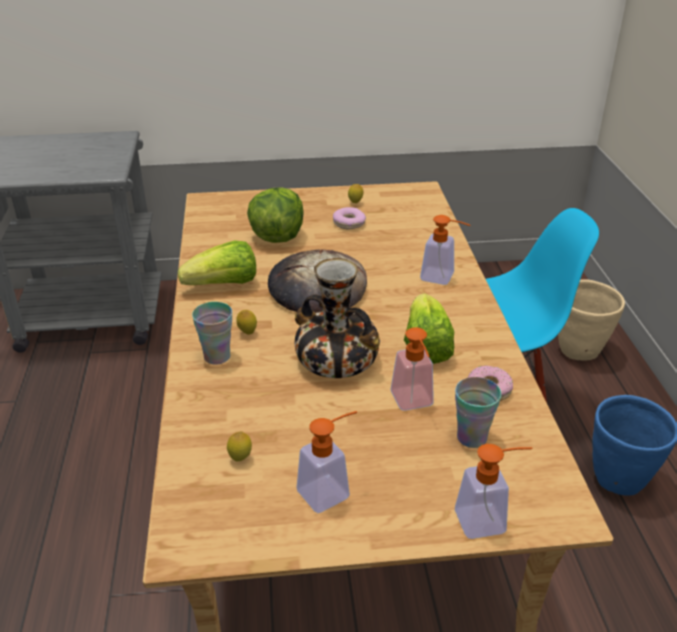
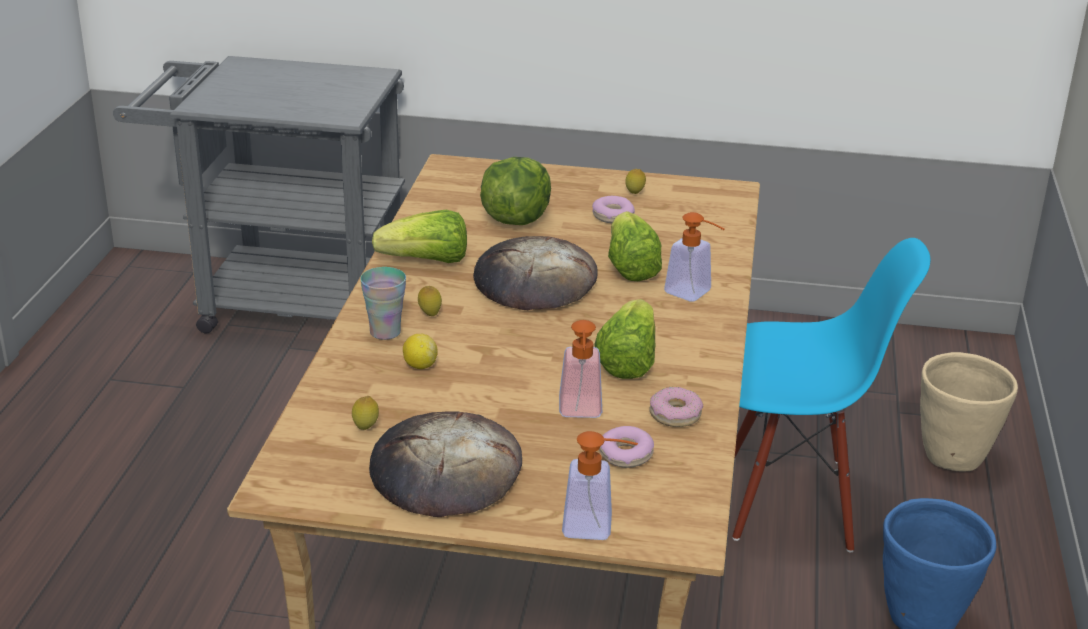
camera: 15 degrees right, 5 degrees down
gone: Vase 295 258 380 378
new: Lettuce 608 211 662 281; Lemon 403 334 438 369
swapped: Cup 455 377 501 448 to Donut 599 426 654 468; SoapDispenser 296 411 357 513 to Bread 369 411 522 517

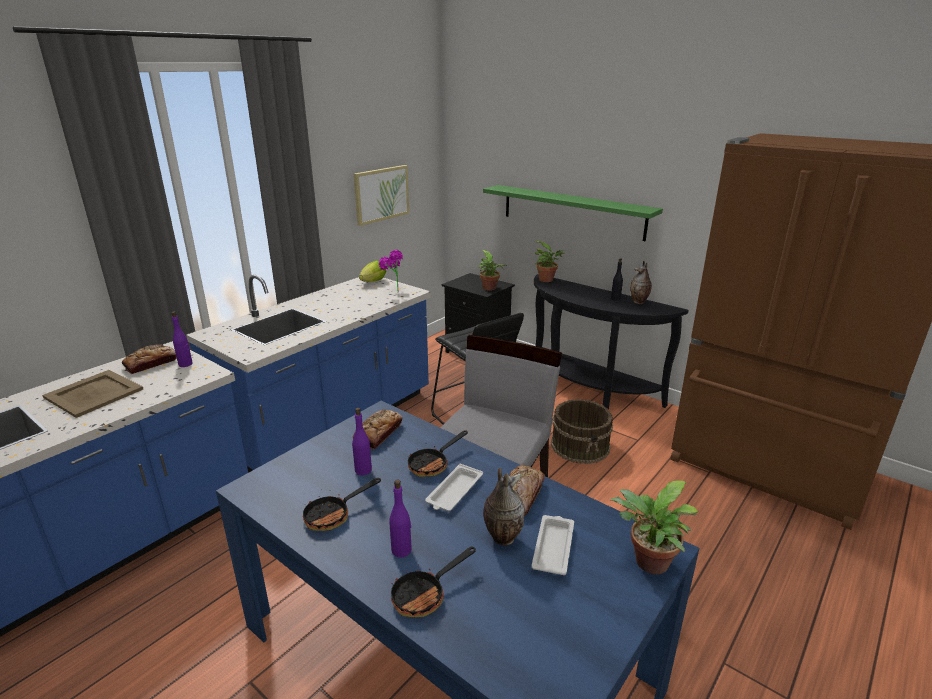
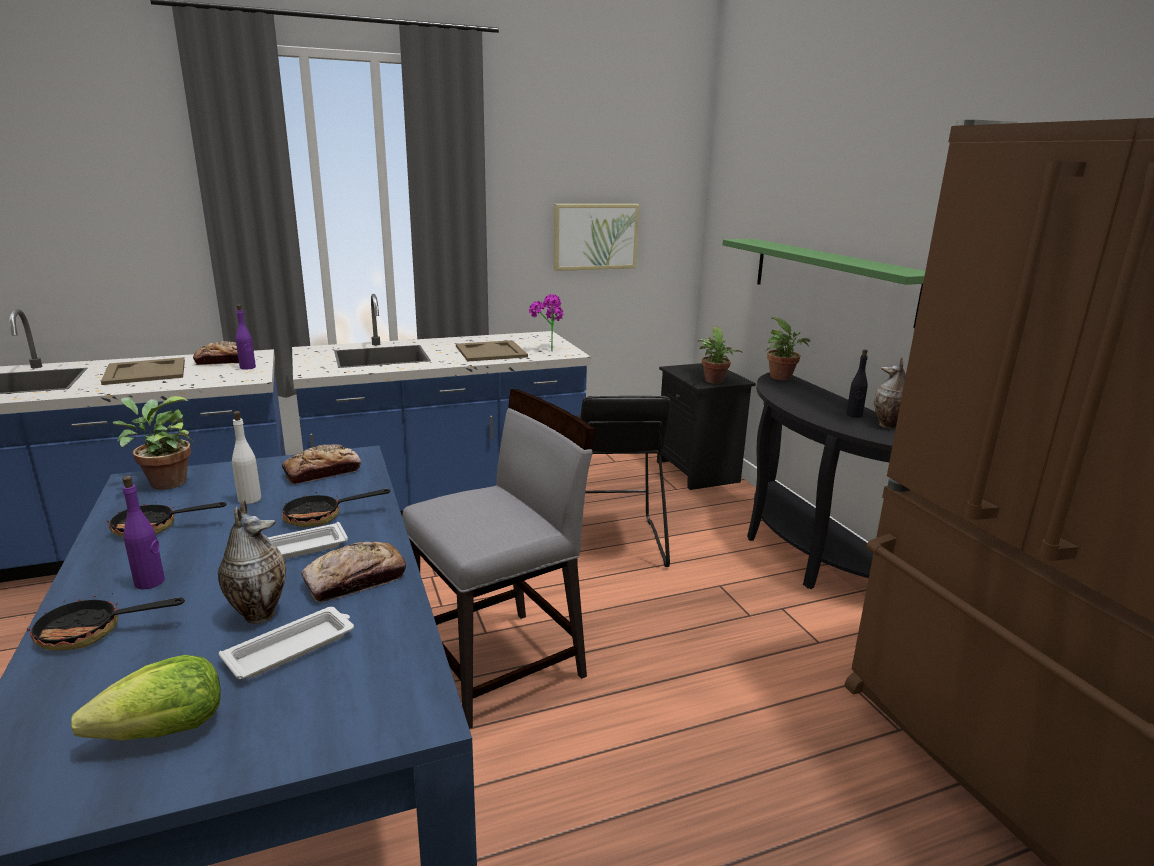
camera: 30 degrees right, 5 degrees down
gone: BrownBucket 551 399 613 464
new: BeigeTray 456 340 528 361
shifted: Lettuce 359 260 386 282 to 71 655 221 740; PottedPlant 610 481 698 575 to 113 396 194 490
repainted: PurpleBottle 352 408 372 475 to WhiteBottle 232 411 261 504

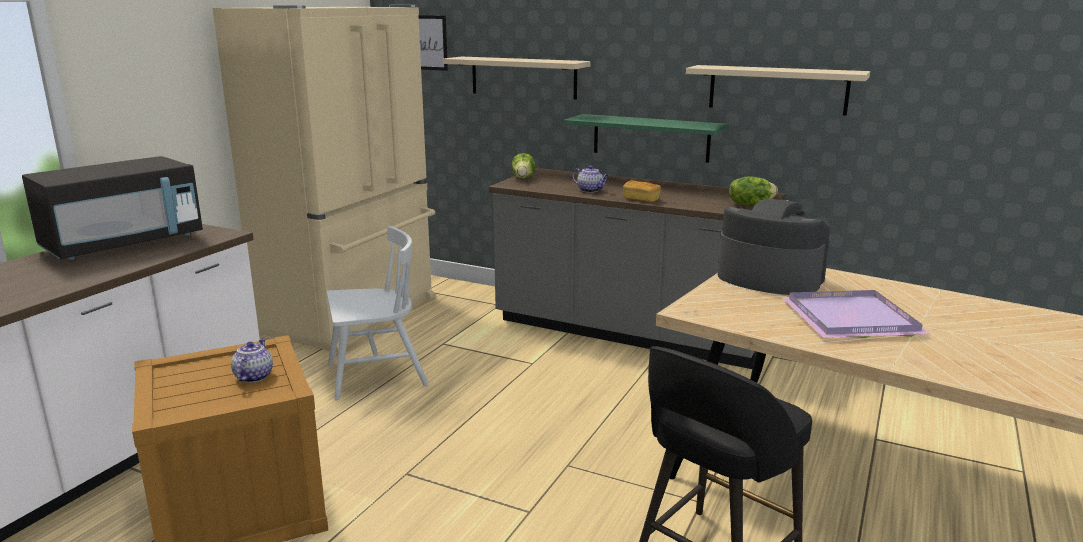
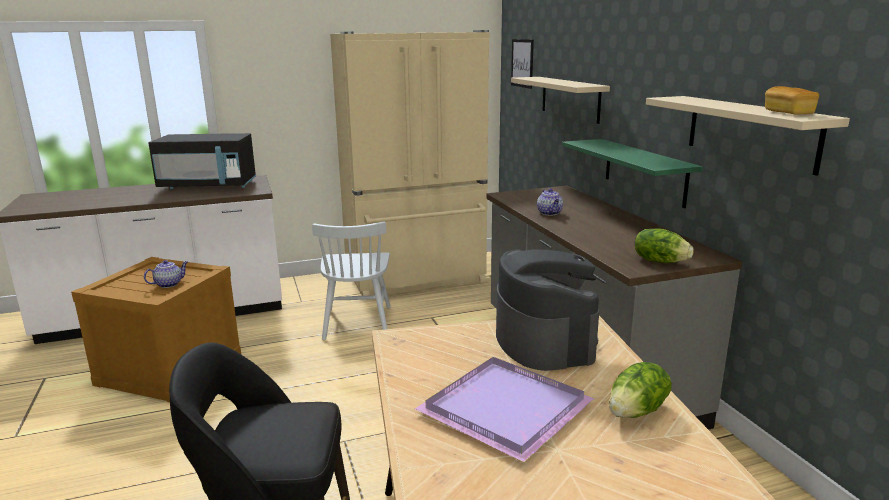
camera: 45 degrees right, 0 degrees up
shifted: Lettuce 512 153 535 179 to 609 362 672 418; Bread 623 180 661 202 to 765 86 819 114
rotated: WhiteChair 327 226 429 400 = 312 221 391 340 60 degrees clockwise

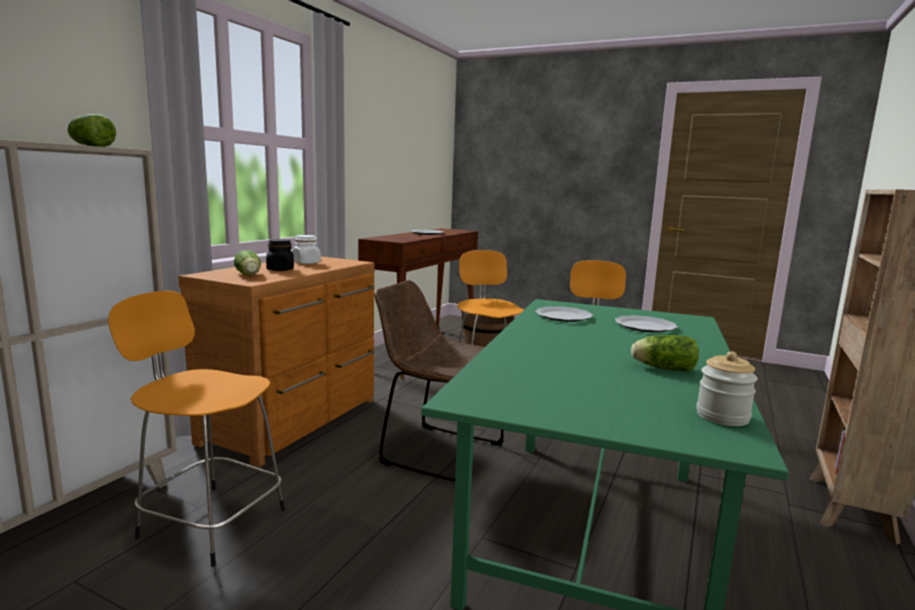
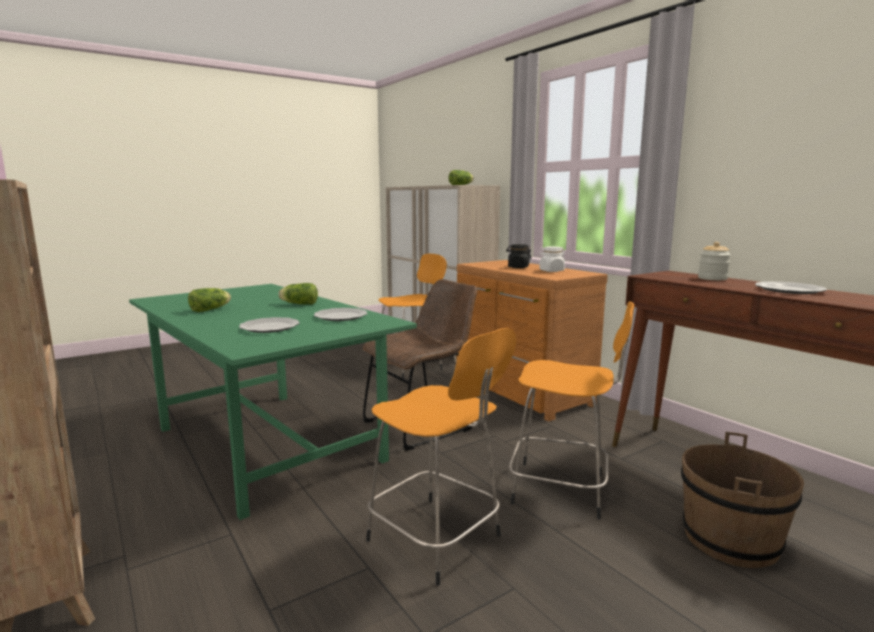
camera: 120 degrees right, 0 degrees up
shifted: Lettuce 234 250 261 275 to 278 283 318 305; Jar 696 351 758 426 to 698 242 731 280

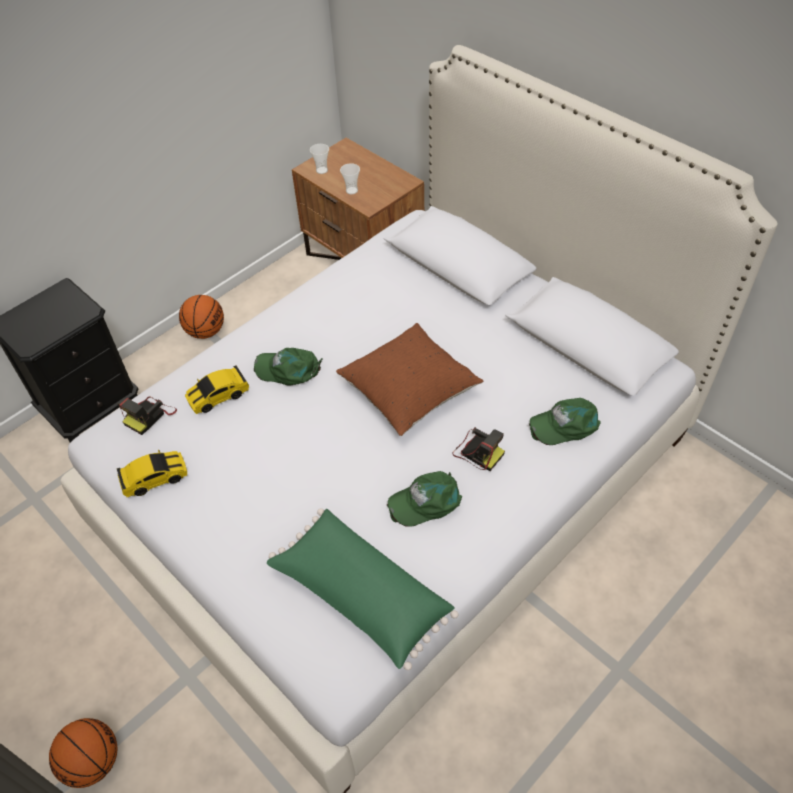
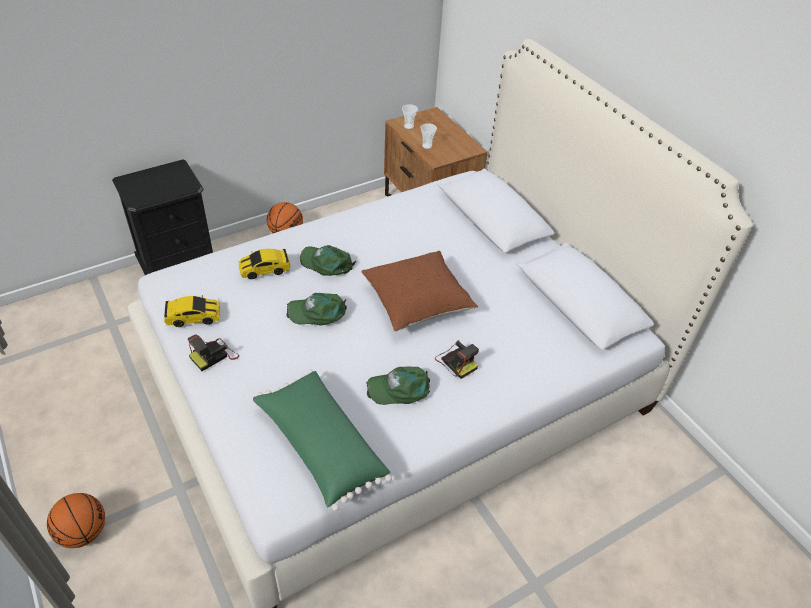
camera: 10 degrees right, 5 degrees down
shifted: PhotoCamera 117 397 177 435 to 188 335 239 371; GreenCap 529 398 601 445 to 286 293 347 325

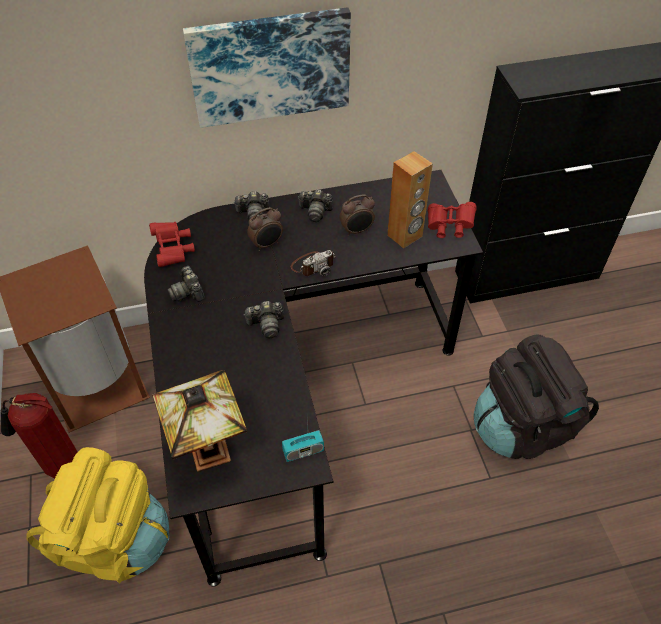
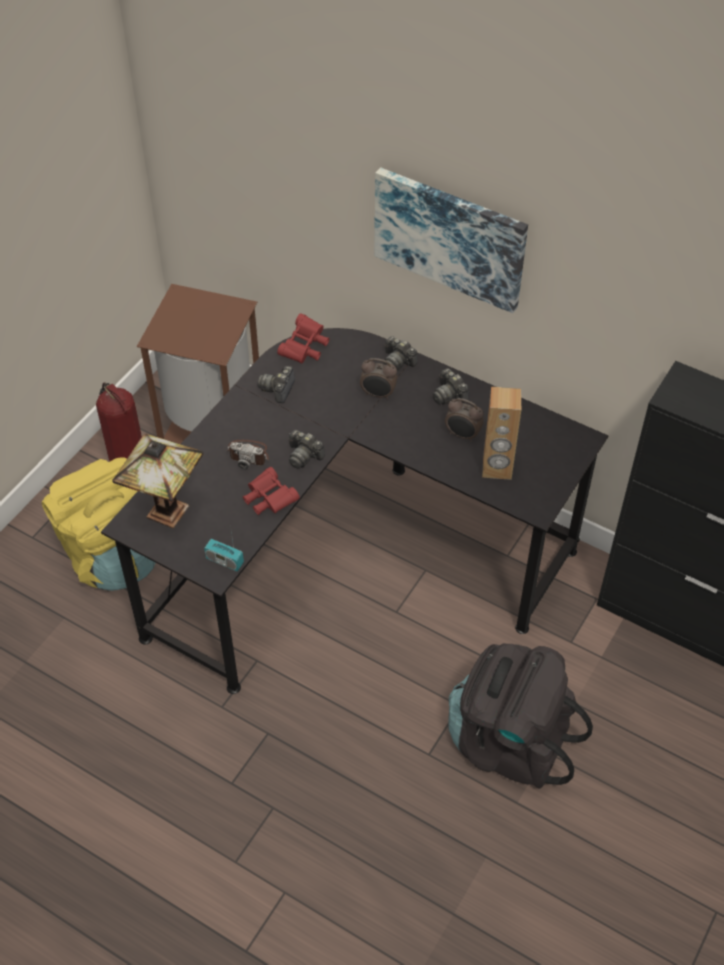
camera: 45 degrees right, 0 degrees up
shifted: RedBinoculars 428 202 476 238 to 243 467 300 515; PhotoCamera 291 250 336 276 to 226 440 269 469

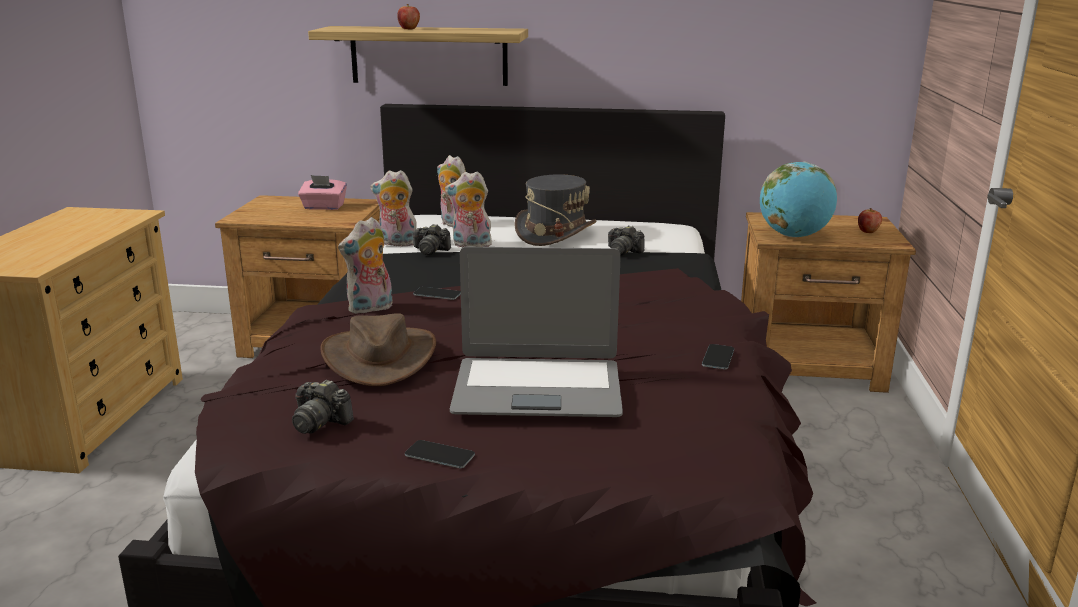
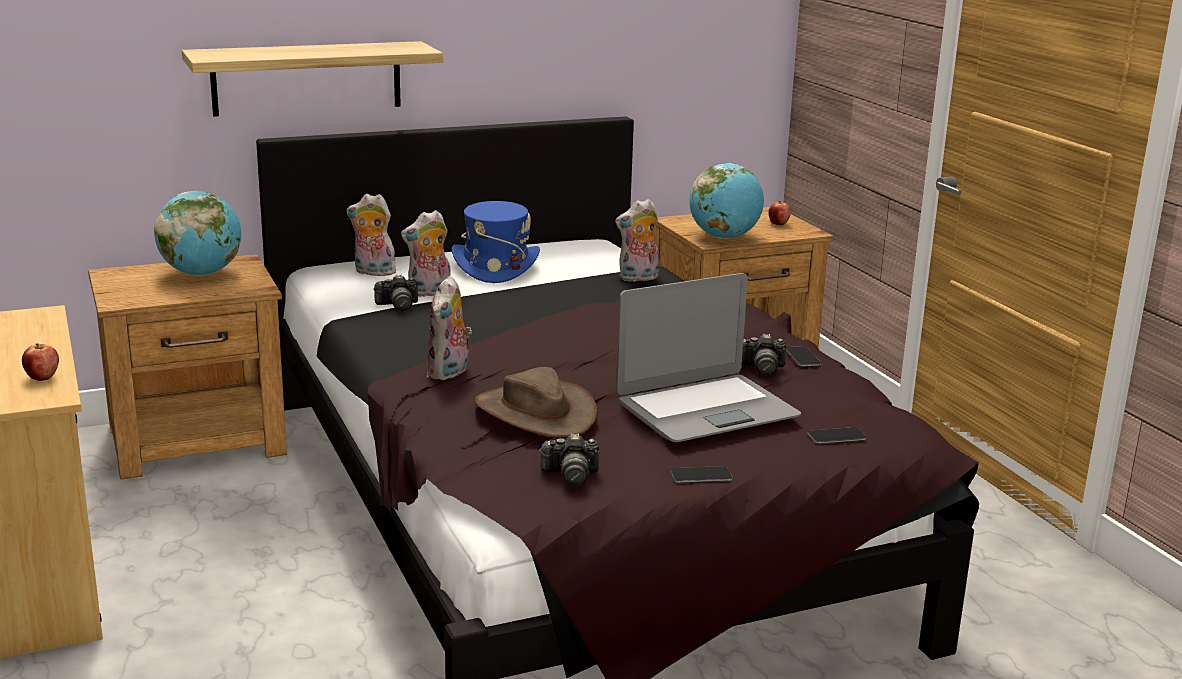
camera: 30 degrees left, 0 degrees up
shifted: Apple 397 4 420 30 to 22 343 59 381; PlushToy 371 170 417 246 to 615 199 659 282; PhotoCamera 608 225 644 256 to 742 334 787 375; Phone 413 287 461 300 to 807 427 867 444
swapped: PinkTissueBox 298 175 347 210 to Globe 154 191 241 276
repainted: GreyHat 514 174 596 246 to BlueHat 452 201 540 283

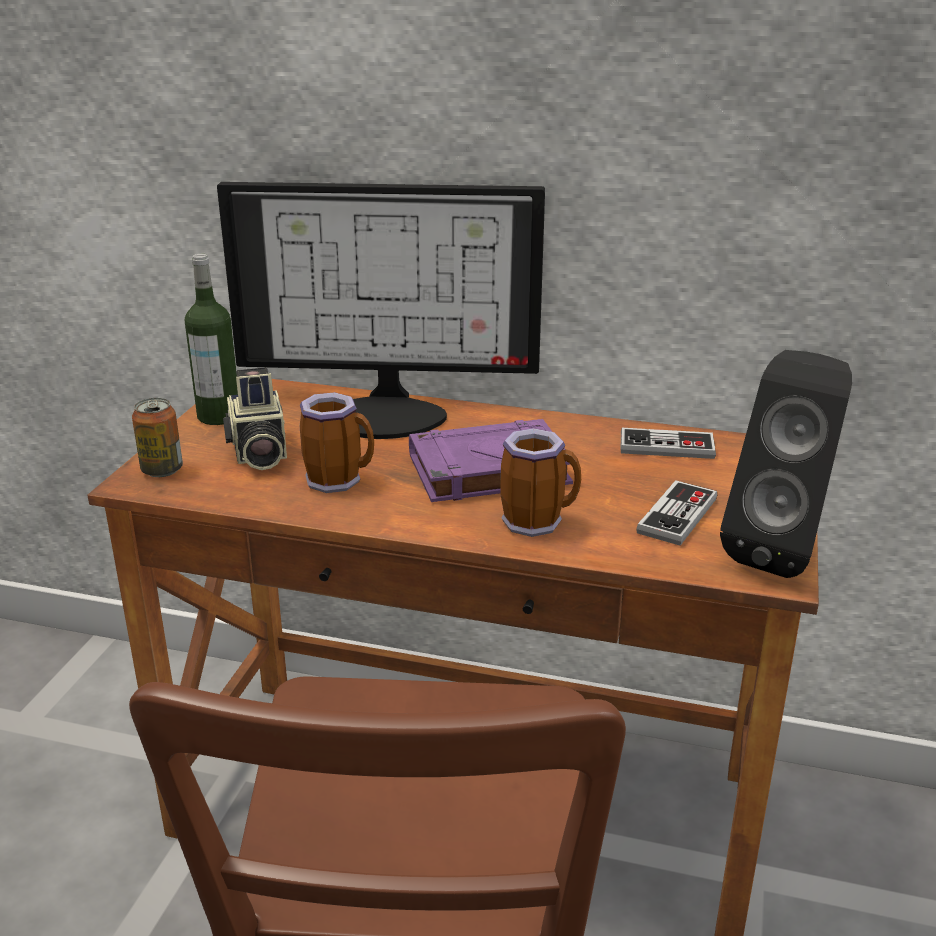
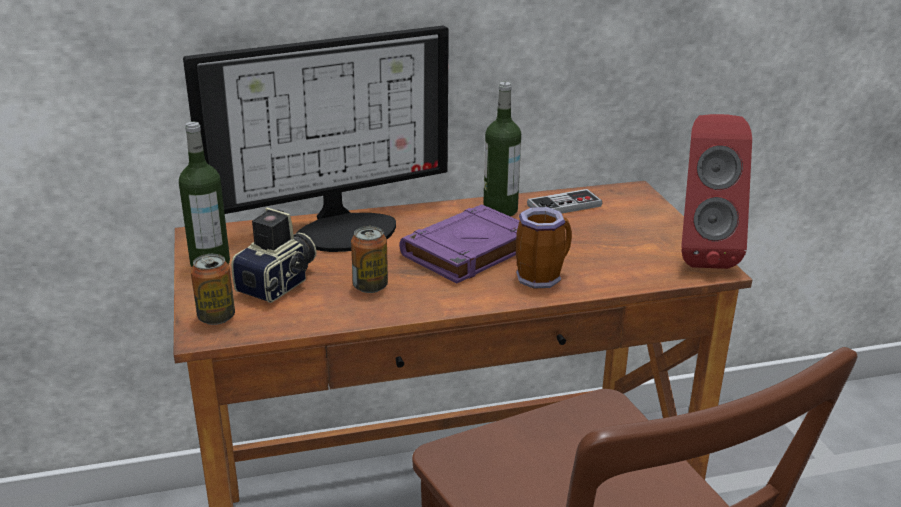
camera: 30 degrees left, 0 degrees up
gone: GameController 637 480 717 546
new: Bottle 483 82 521 216
swapped: Mug 300 392 374 493 to Can 351 226 388 293
repainted: BlackSpeaker 720 350 852 578 to RedSpeaker 682 114 752 269
rotated: PhotoCamera 223 367 287 470 = 231 208 317 303 105 degrees counterclockwise

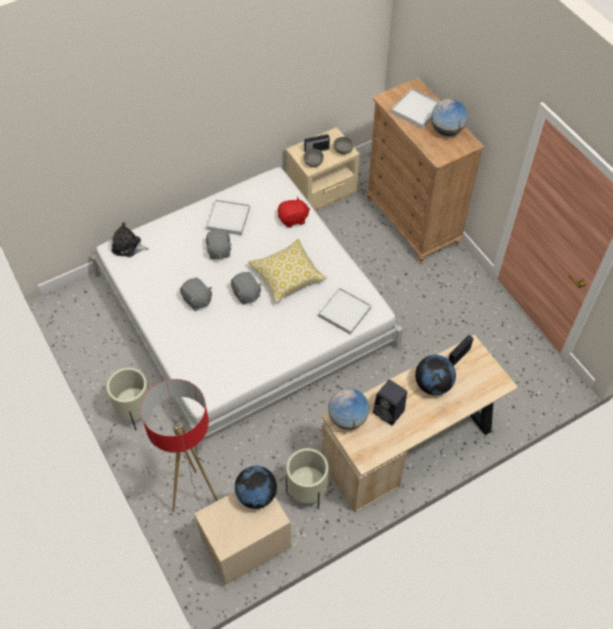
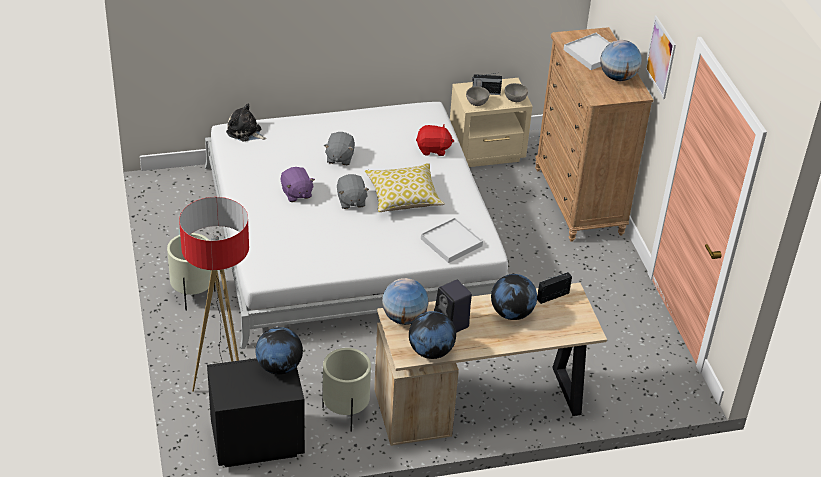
camera: 15 degrees right, 15 degrees down
gone: WhiteTray 206 199 250 235
new: Picture 645 16 676 99; Globe 409 311 456 359
repainted: GreyPlushToy 180 277 212 311 to PurplePlushToy 281 167 315 202; BeigeNightstand 194 492 292 585 to BlackNightstand 207 358 305 467

